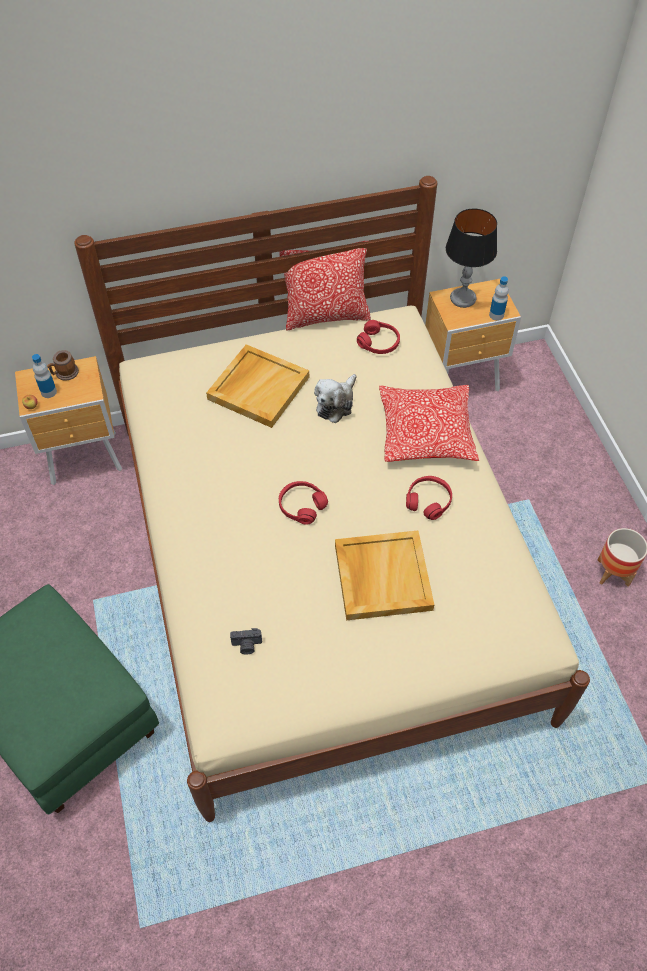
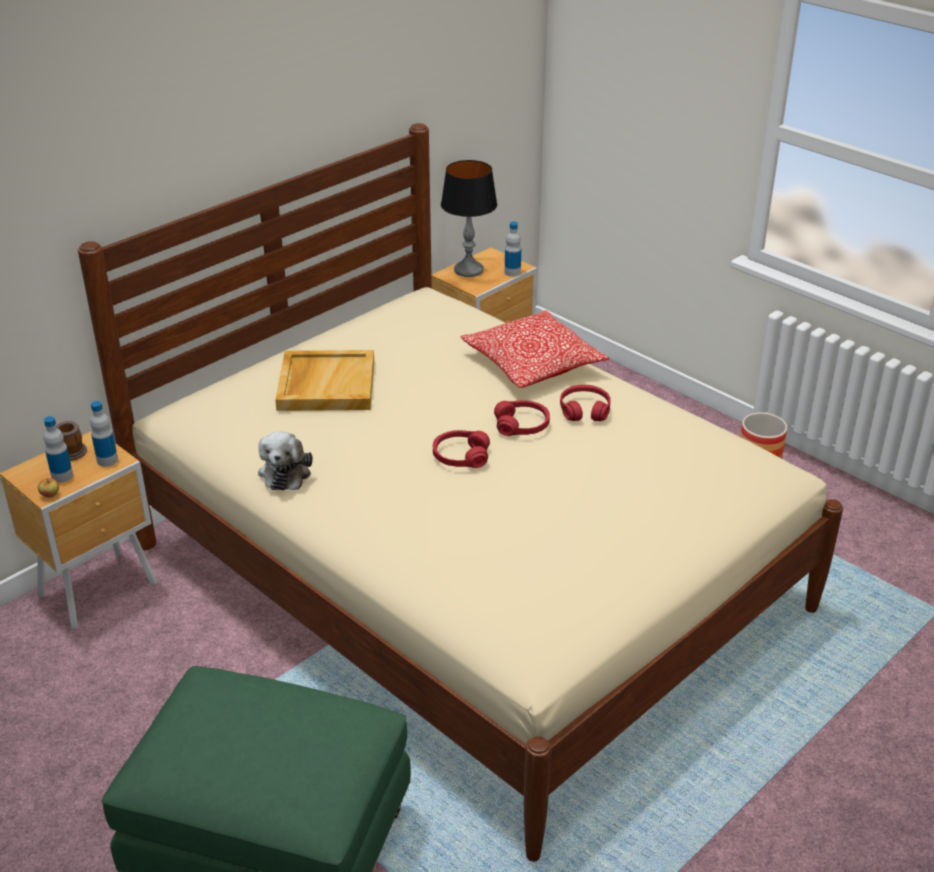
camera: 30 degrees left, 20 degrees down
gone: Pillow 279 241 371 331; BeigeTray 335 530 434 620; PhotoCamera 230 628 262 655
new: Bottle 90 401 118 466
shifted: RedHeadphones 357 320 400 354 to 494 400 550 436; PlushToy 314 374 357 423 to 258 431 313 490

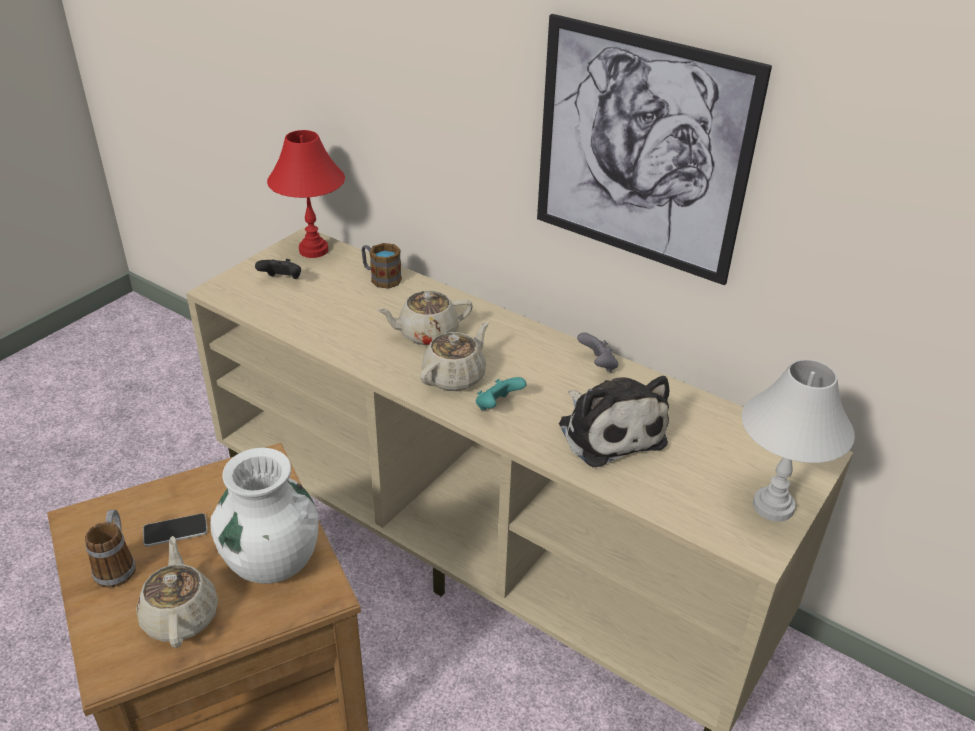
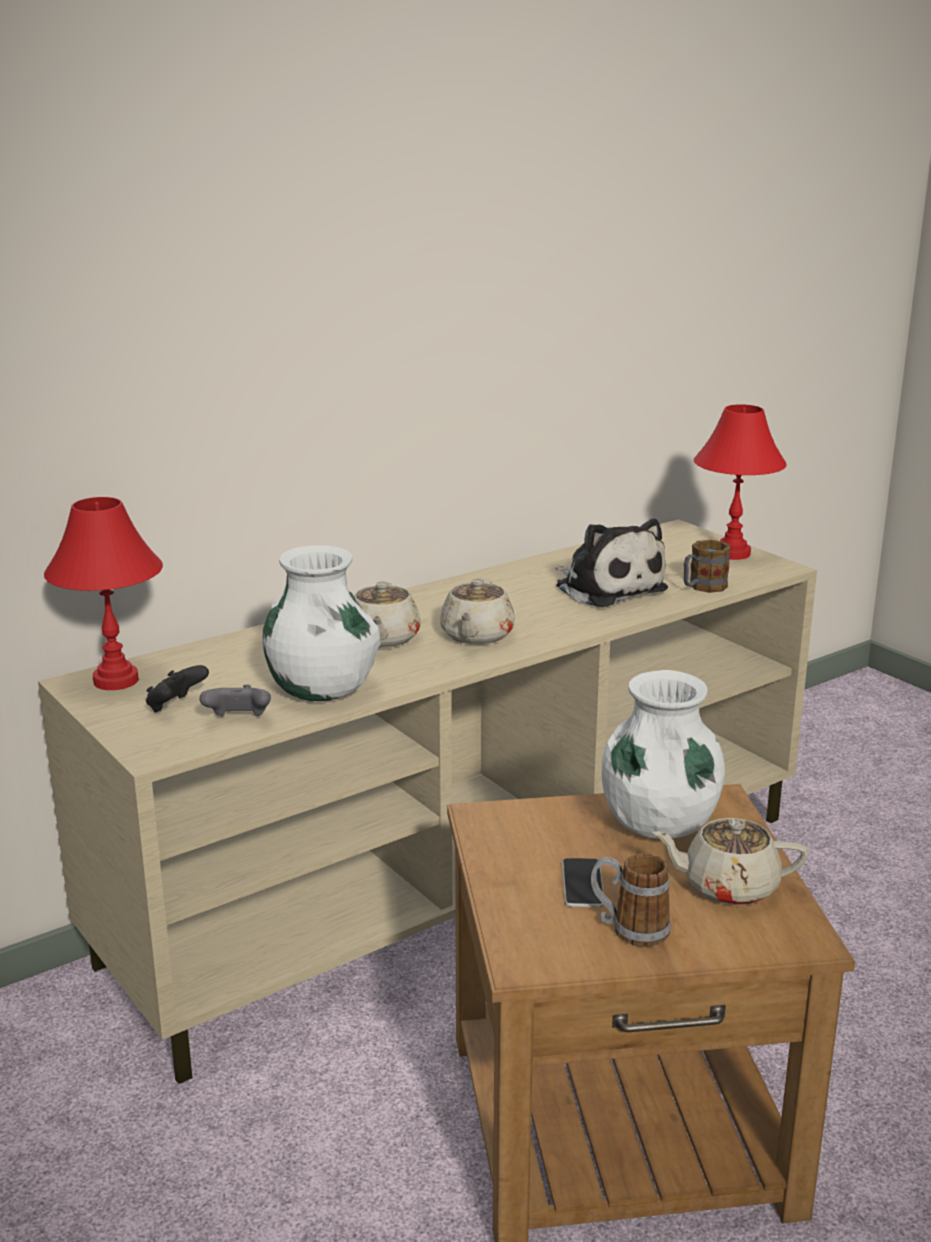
camera: 70 degrees left, 15 degrees down
gone: Picture 537 14 772 285; TurquoiseGameController 476 377 527 410
new: WhiteVase 262 545 381 701
shifted: Mug 361 243 402 289 to 684 540 731 593; GreyGameController 577 332 618 372 to 199 685 271 716
repainted: WhiteTableLamp 741 360 855 522 to RedTableLamp 694 404 787 560
rotated: BeigeTeapot 420 321 489 391 = 440 579 515 645 135 degrees counterclockwise; PlushToy 559 376 669 468 = 556 519 668 608 60 degrees clockwise

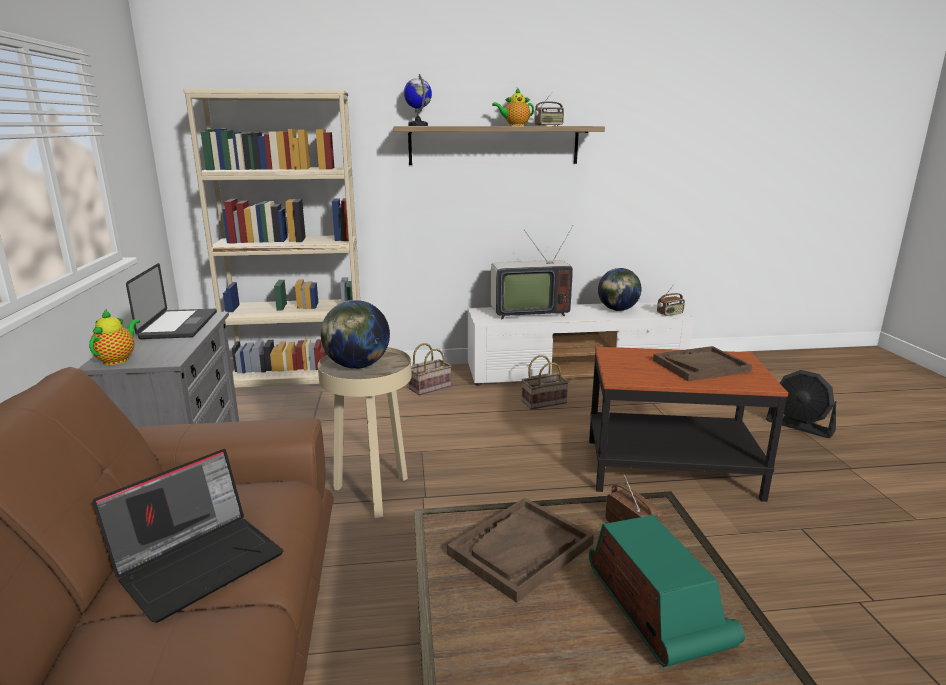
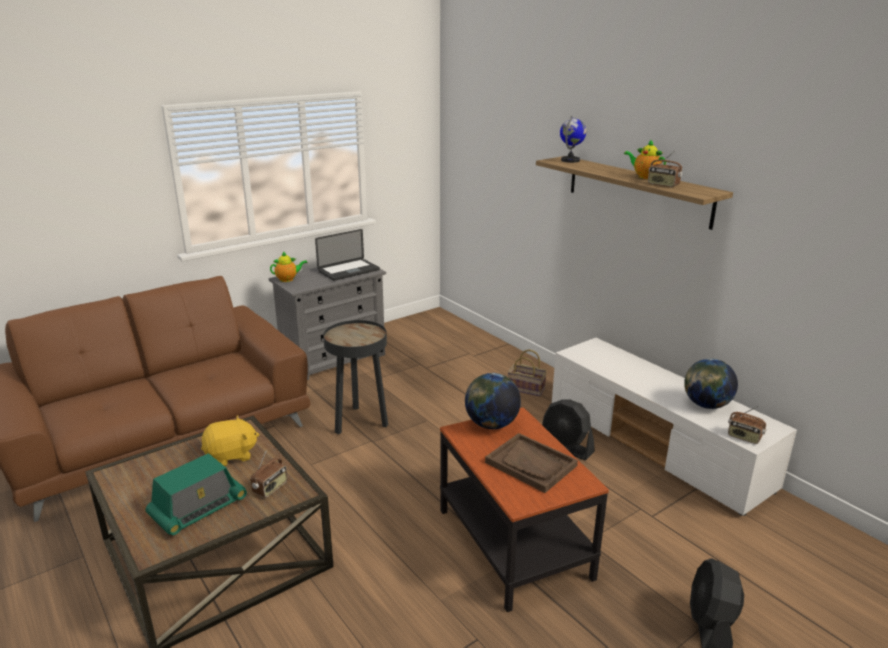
camera: 60 degrees right, 5 degrees up
gone: BeigeBookcase 183 89 360 388; Television 491 226 573 319; Laptop 93 449 283 623
shifted: Globe 321 300 390 369 to 465 373 521 429
swapped: Basket 522 355 569 410 to BlackFan 542 399 595 460; BrownTray 447 498 594 603 to YellowPlushToy 201 416 259 466
repainted: BeigeSideTable 318 347 412 518 to BlackSideTable 323 320 388 435

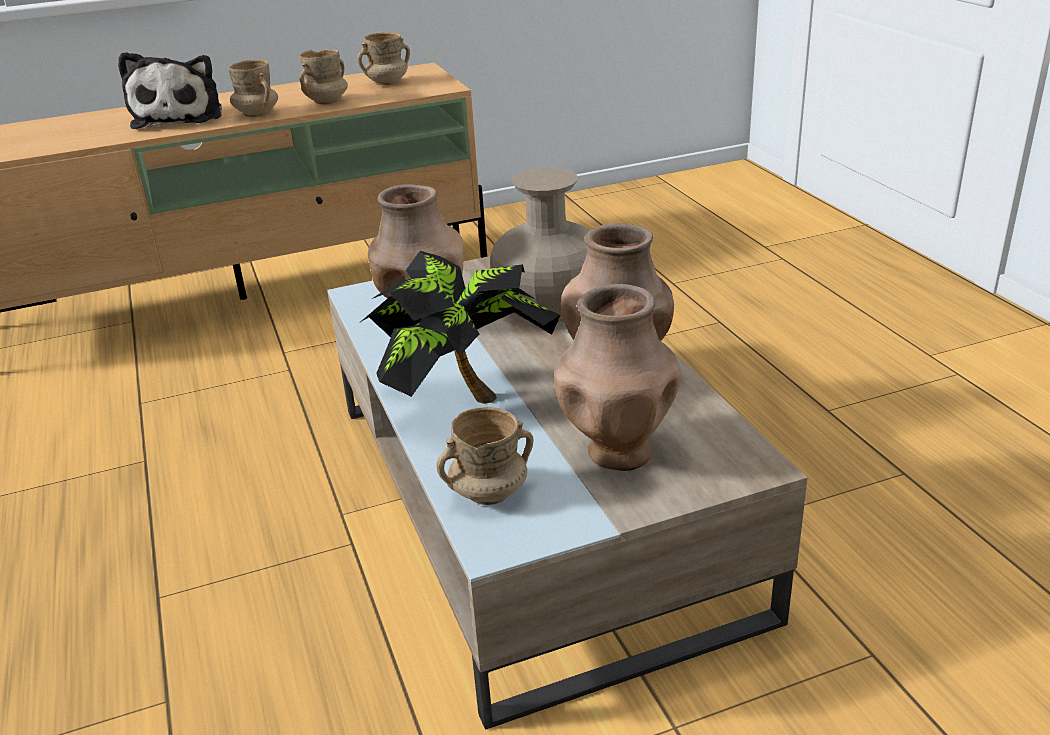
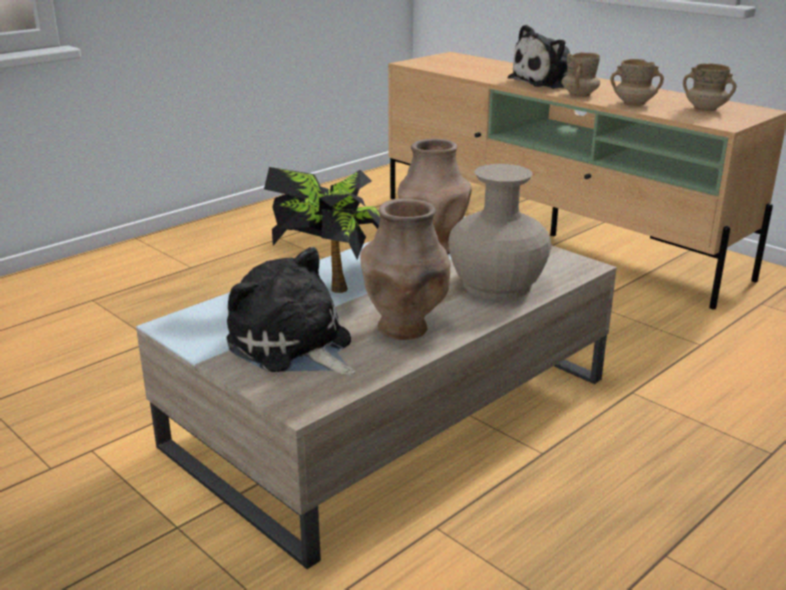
camera: 65 degrees right, 5 degrees down
gone: BeigeMug 436 407 533 505
swapped: BrownVase 554 284 681 471 to PlushToy 227 247 355 375

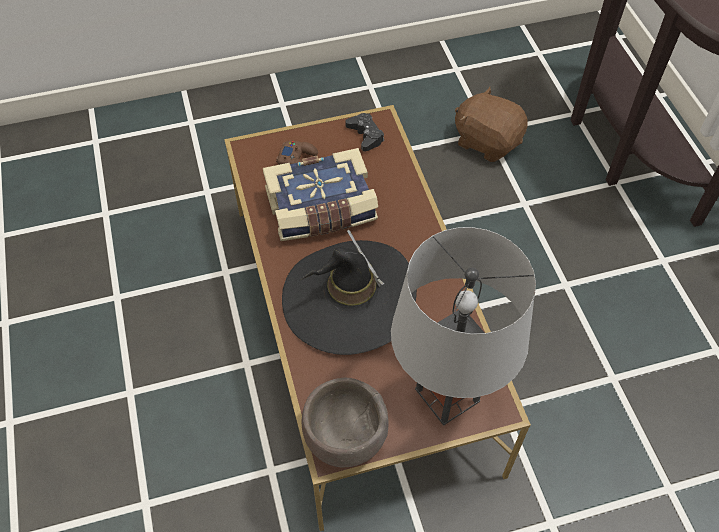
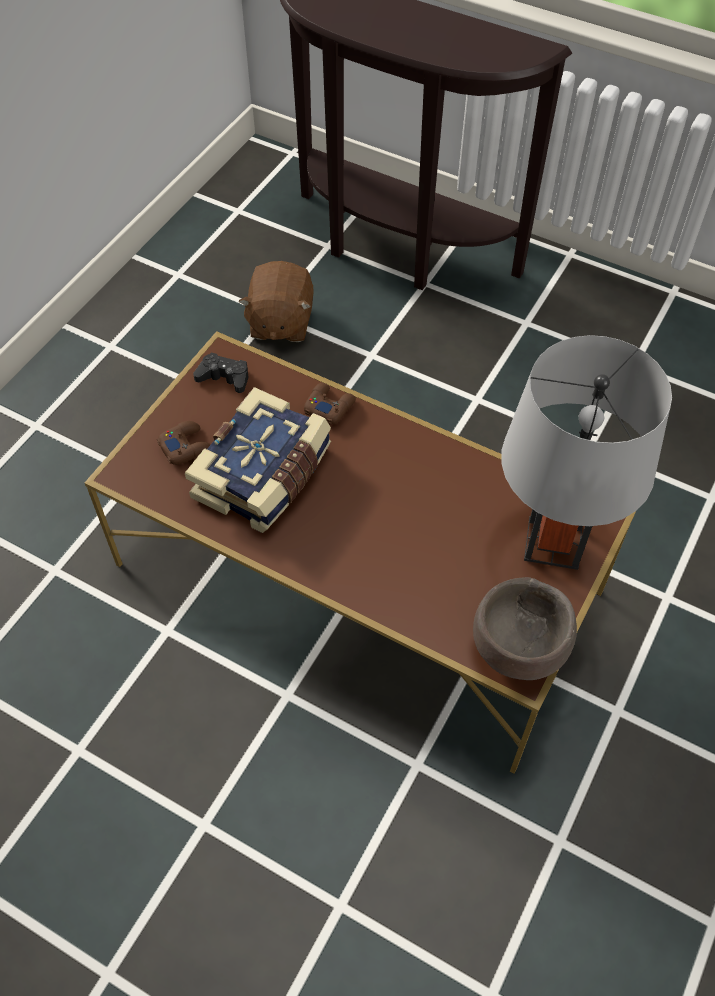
camera: 45 degrees left, 0 degrees up
gone: BlackHat 282 230 417 355
new: BrownGameController 304 383 356 425
rotated: BrownPlushToy 455 87 527 162 = 238 261 313 342 75 degrees counterclockwise

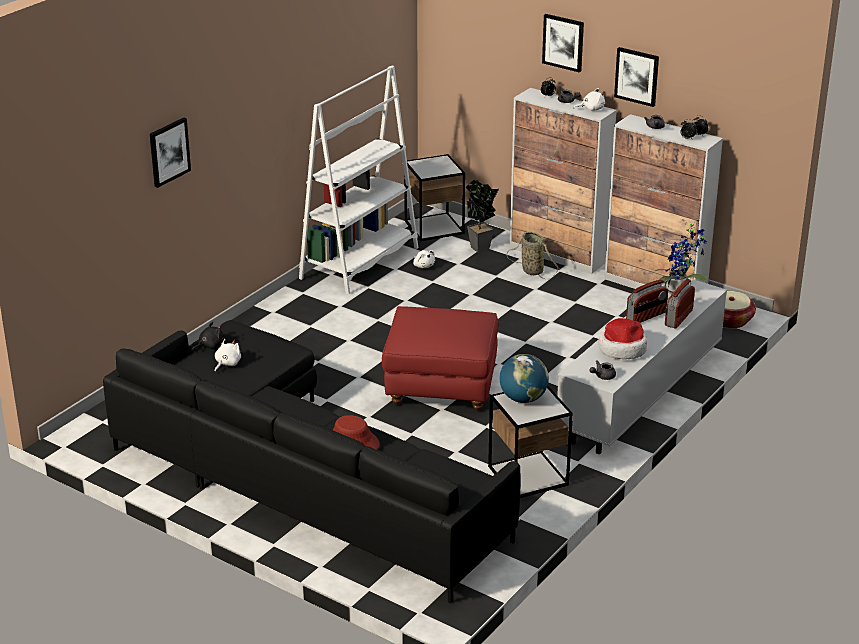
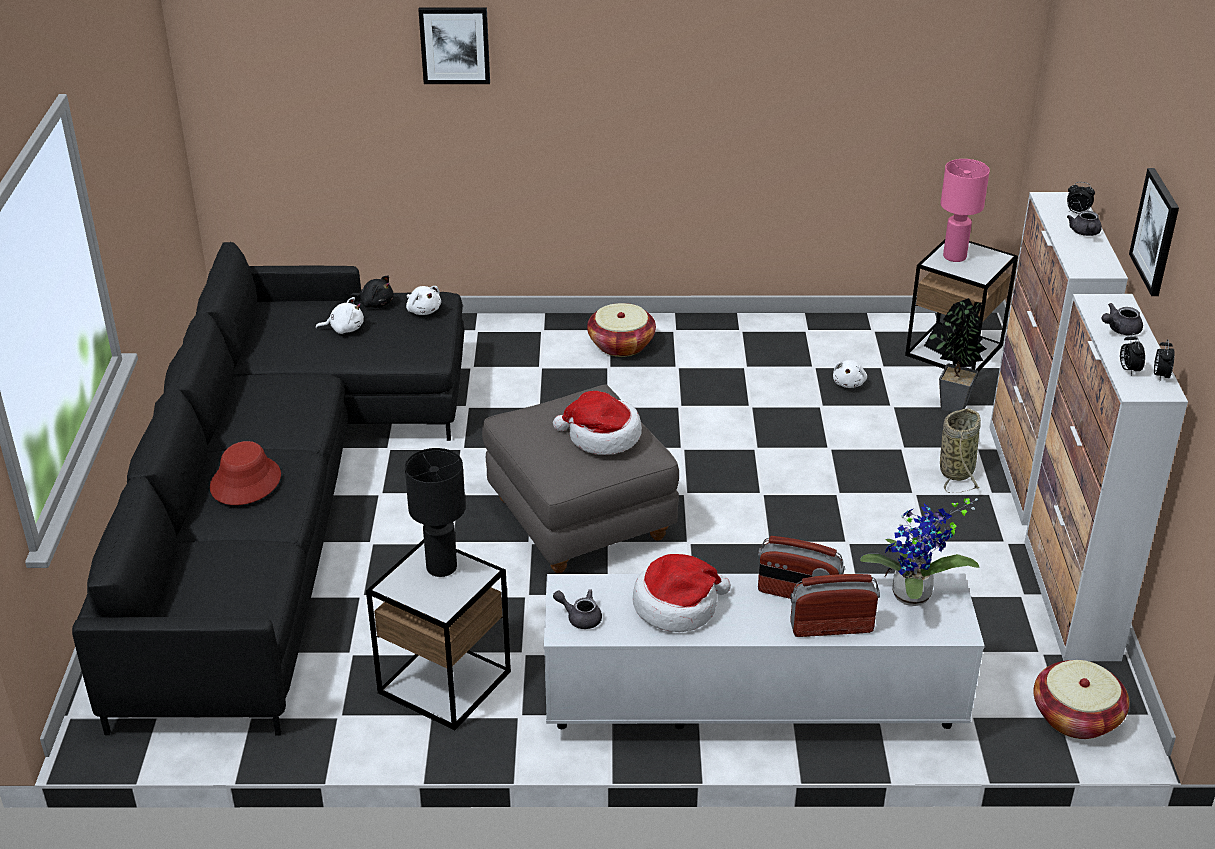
camera: 55 degrees right, 5 degrees up
gone: Picture 542 14 584 73; WhiteBookcase 299 65 418 294
new: PinkTableLamp 940 159 990 262; Basket 587 303 656 357; Hat 553 391 642 455
shifted: WhitePlushToy 574 88 605 111 to 406 286 441 315
swapped: Globe 500 354 549 403 to BlackTableLamp 405 448 466 577
repainted: RedOttoman 382 306 499 411 to GreyOttoman 482 385 679 573

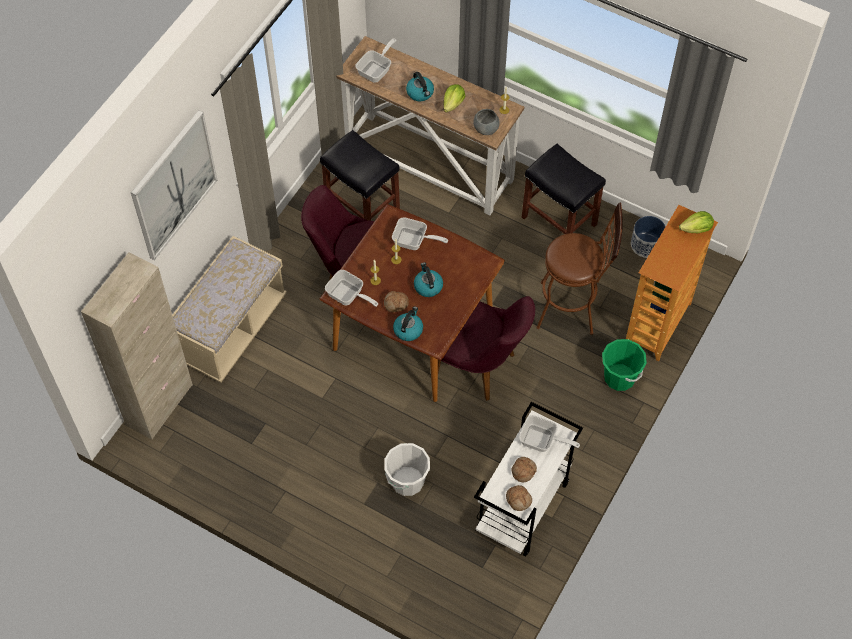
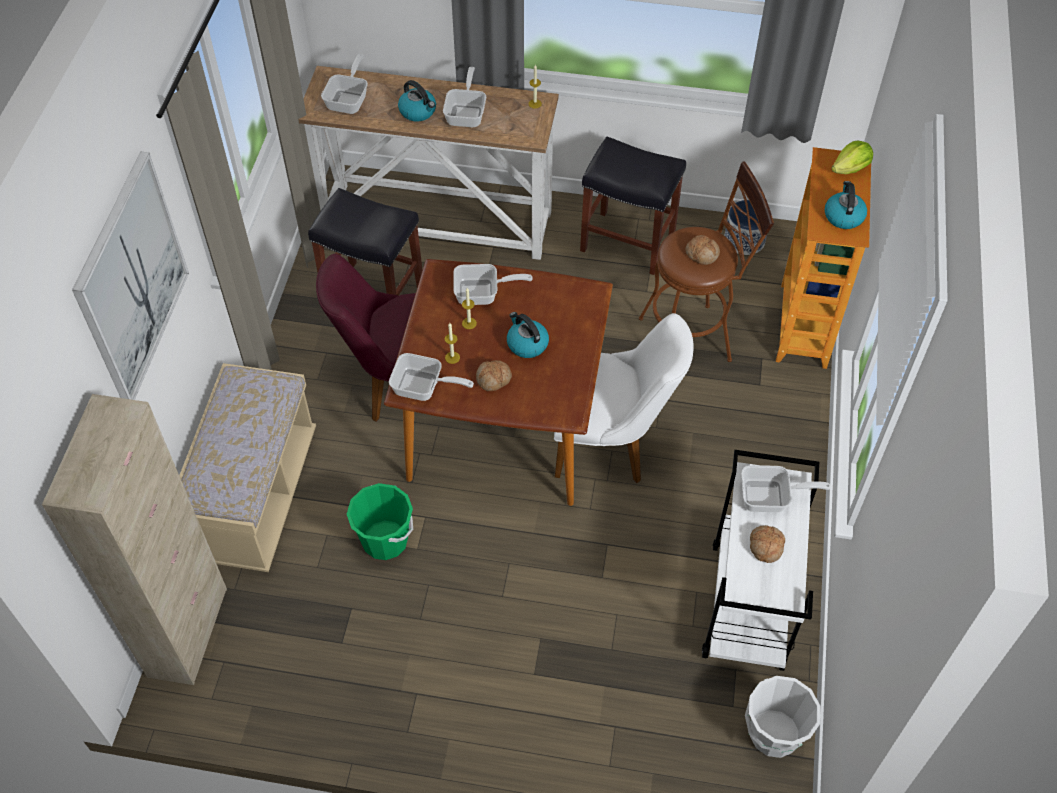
camera: 20 degrees left, 5 degrees down
gone: GreyBowl 473 109 500 135
shifted: Kettle 393 306 423 341 to 825 181 867 229; GreenBucket 602 339 647 391 to 347 483 413 560; WhiteBucket 384 443 430 496 to 745 676 821 758; Bread 506 485 532 511 to 685 235 720 265
swapped: Lettuce 443 84 465 113 to FryingPan 443 67 486 127
repainted: PurpleChair 438 296 535 401 to WhiteChair 554 313 694 483

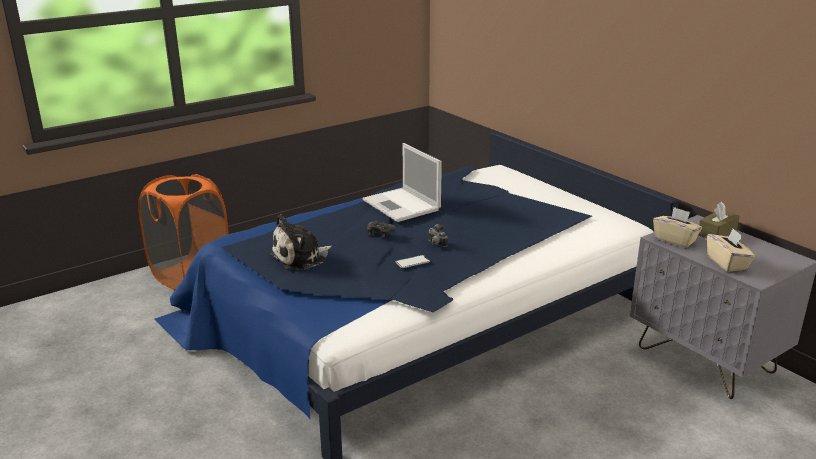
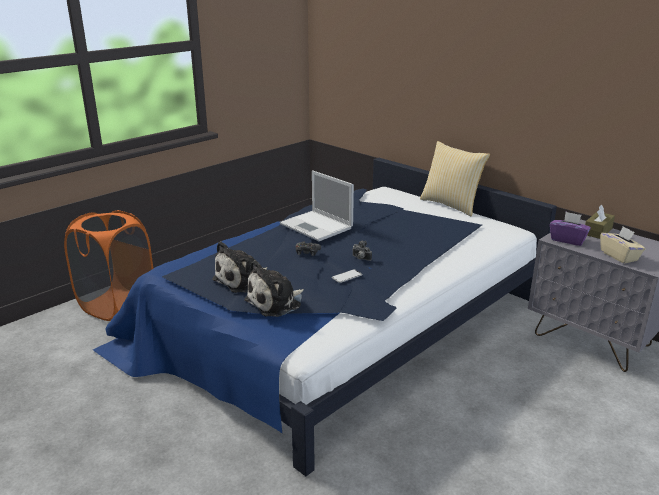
camera: 10 degrees left, 0 degrees up
new: Pillow 420 141 490 216; PlushToy 244 260 304 317
repainted: BeigeTissueBox 653 207 702 248 to PurpleTissueBox 550 212 591 246

